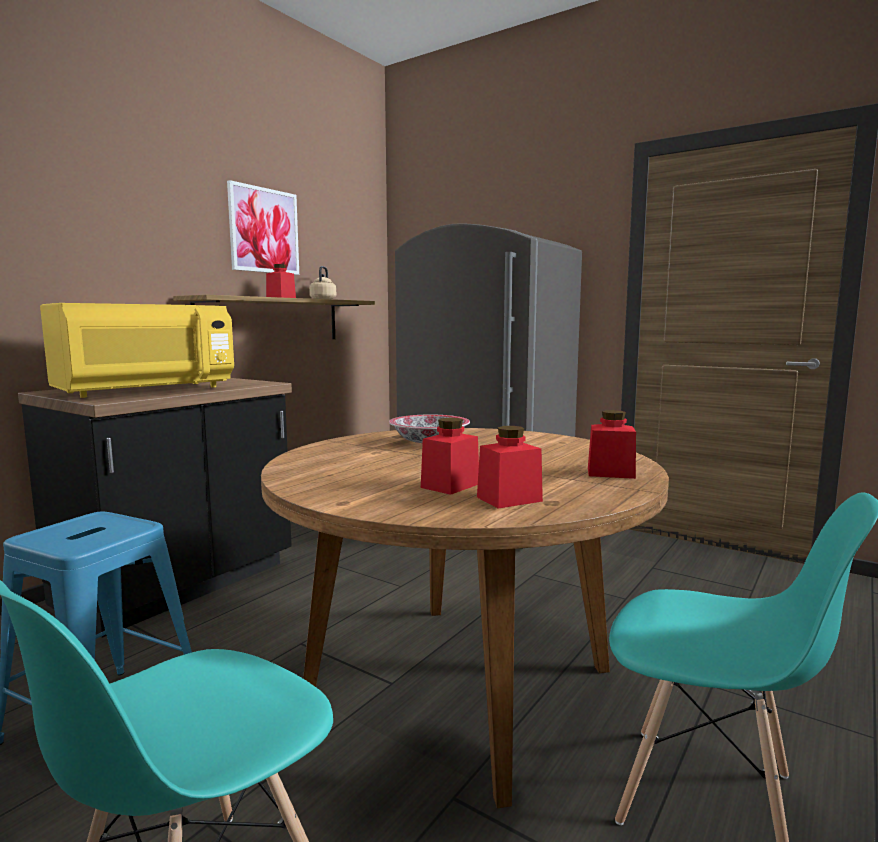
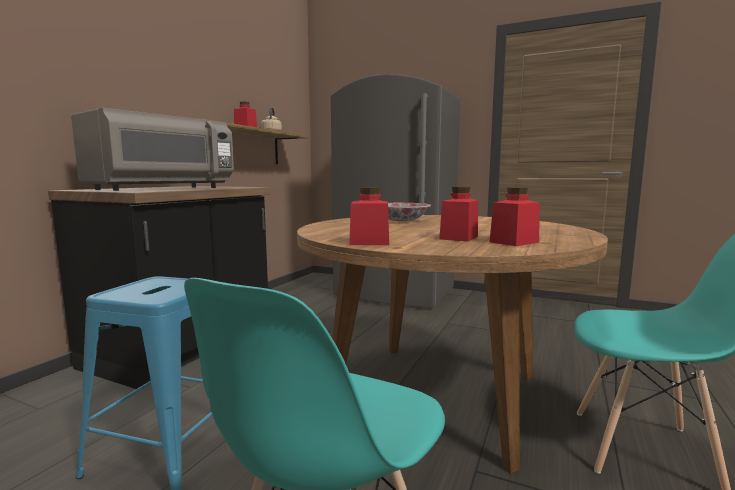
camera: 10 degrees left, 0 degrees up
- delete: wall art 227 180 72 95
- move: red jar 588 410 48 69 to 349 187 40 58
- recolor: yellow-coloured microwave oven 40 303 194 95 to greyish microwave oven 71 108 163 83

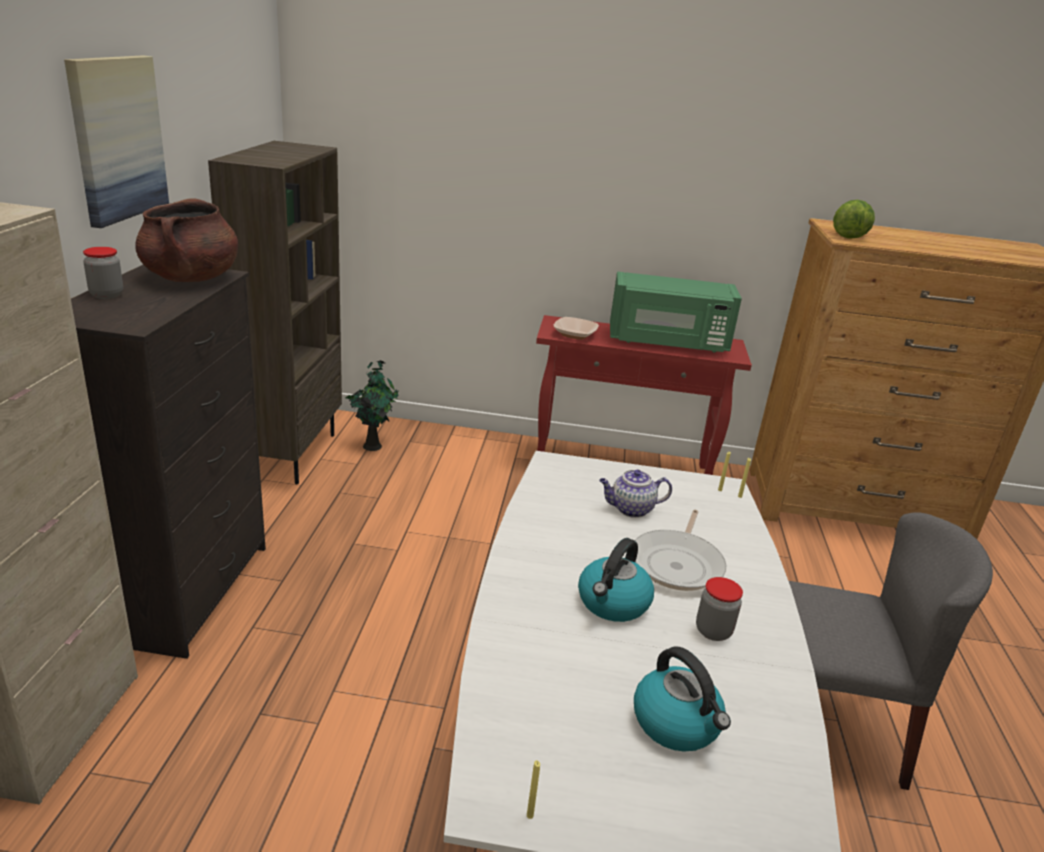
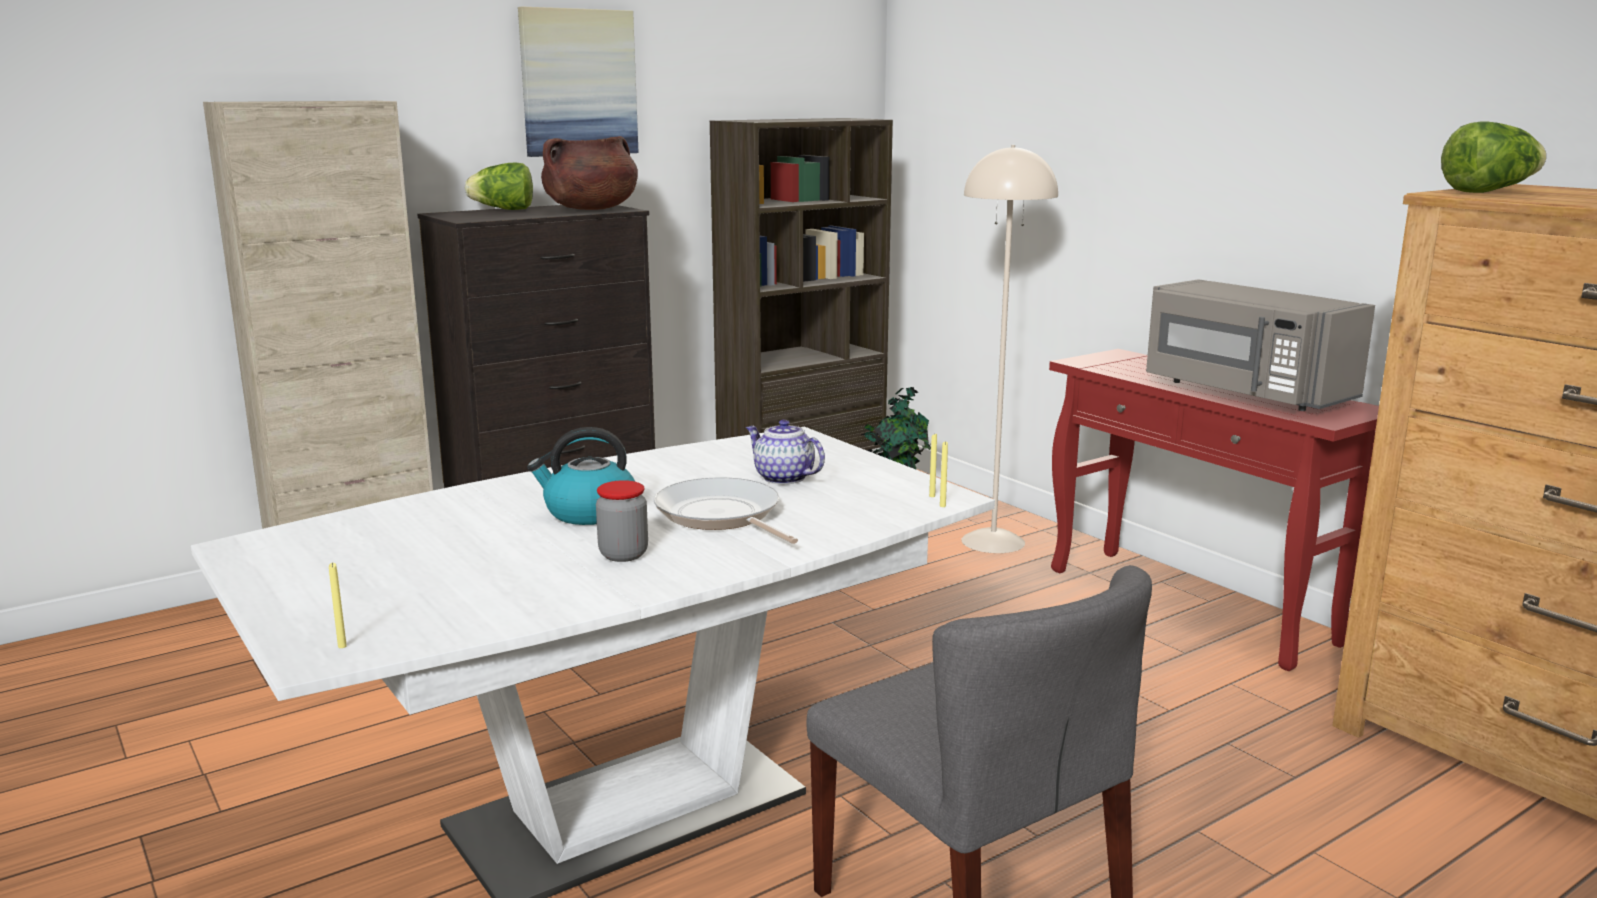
camera: 50 degrees right, 10 degrees down
- delete: serving bowl 554 317 45 23
- delete: water kettle 634 646 97 105
- insert: beige-coloured standing lamp 962 145 96 408
- move: yellow-coloured candle 527 760 13 59 to 329 563 18 85
- replace: jar 83 247 40 52 to lettuce head 465 163 68 47
- recolor: green-coloured microwave oven 610 272 132 81 to greyish microwave oven 1146 279 229 132
- rotate: frying pan 635 510 92 81 = 654 477 144 67 75 degrees clockwise

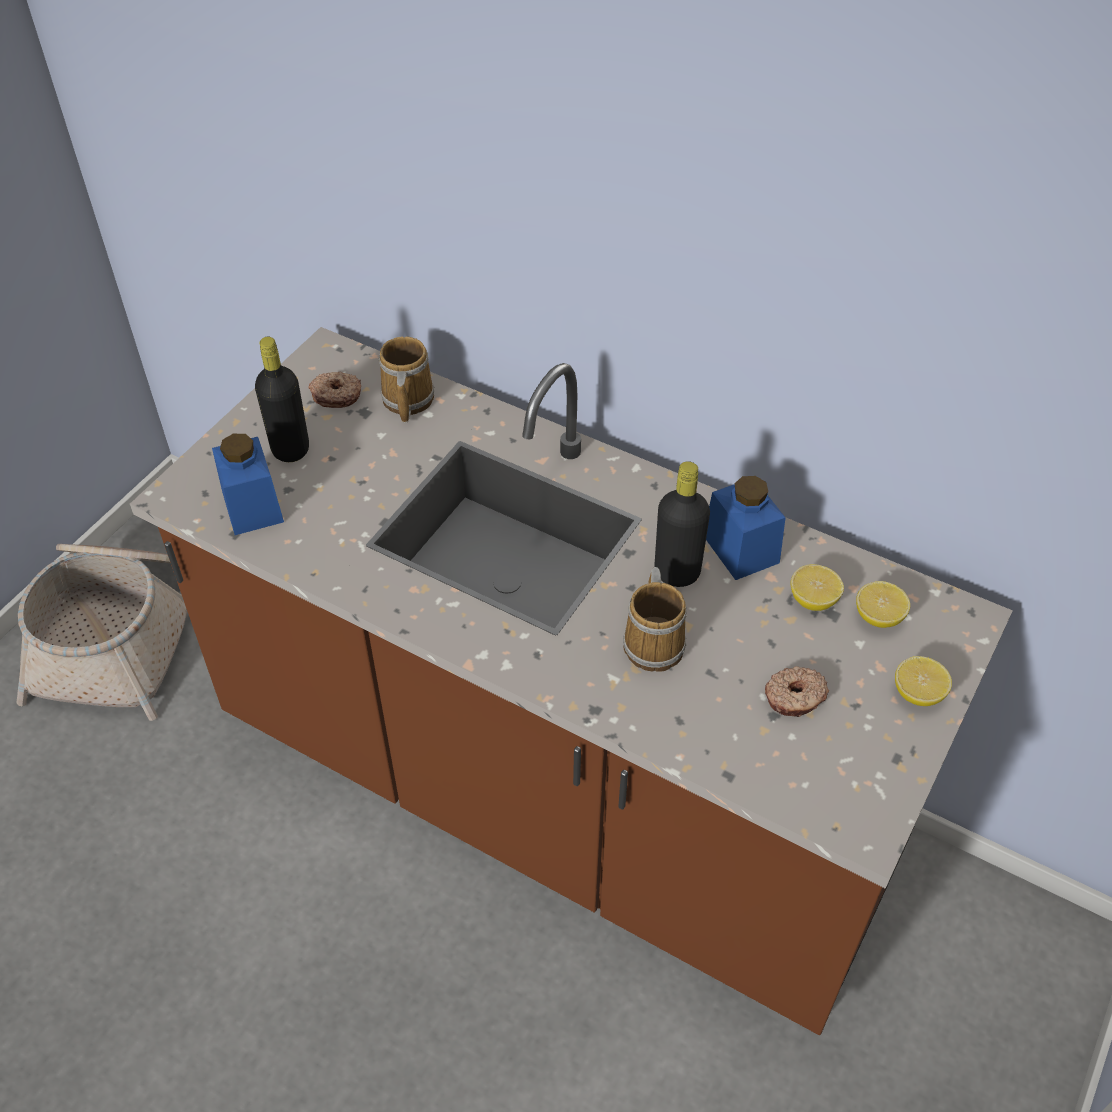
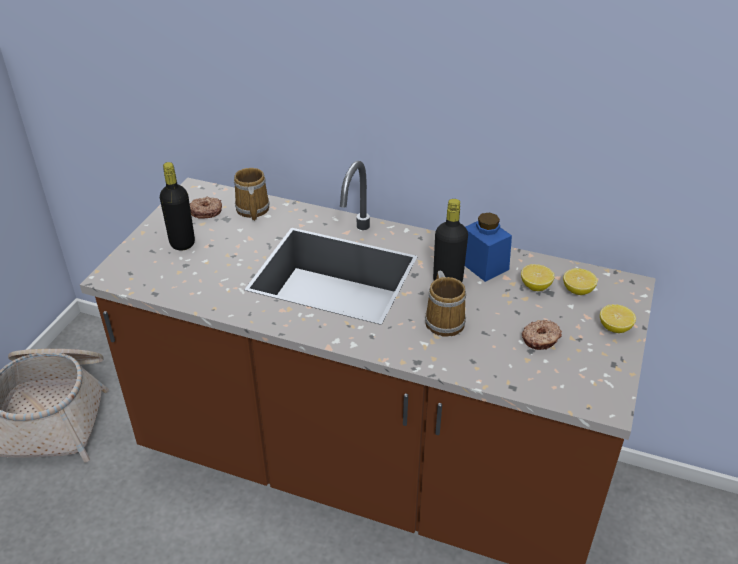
camera: 10 degrees left, 10 degrees down
- delete: blue jar 212 434 72 101

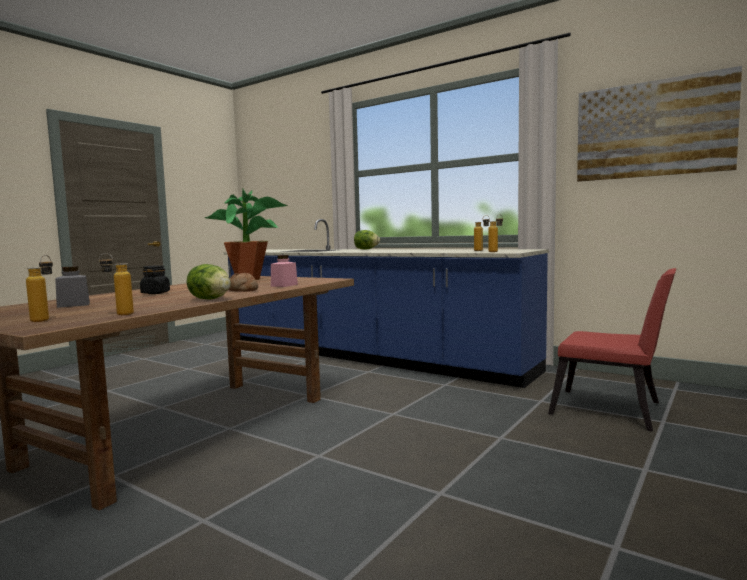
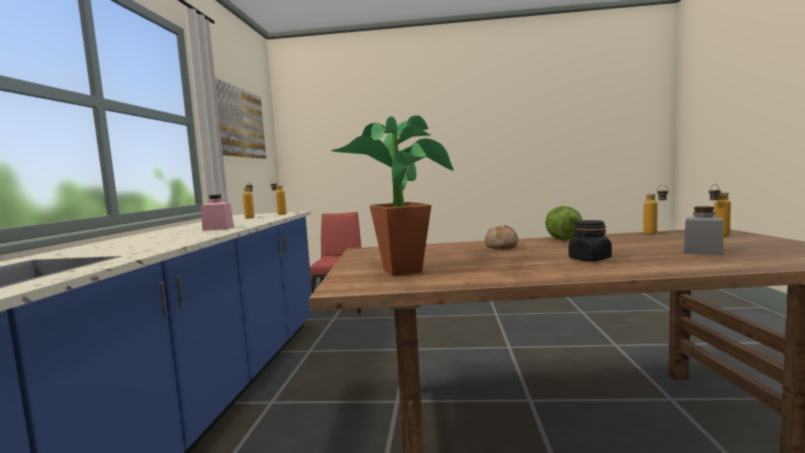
camera: 120 degrees left, 0 degrees up
- delete: lettuce head 354 230 26 20
- move: pink jar 271 255 27 32 to 201 195 33 36

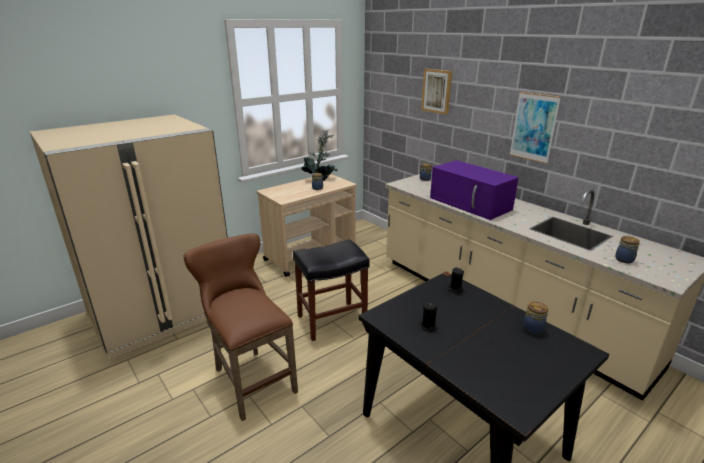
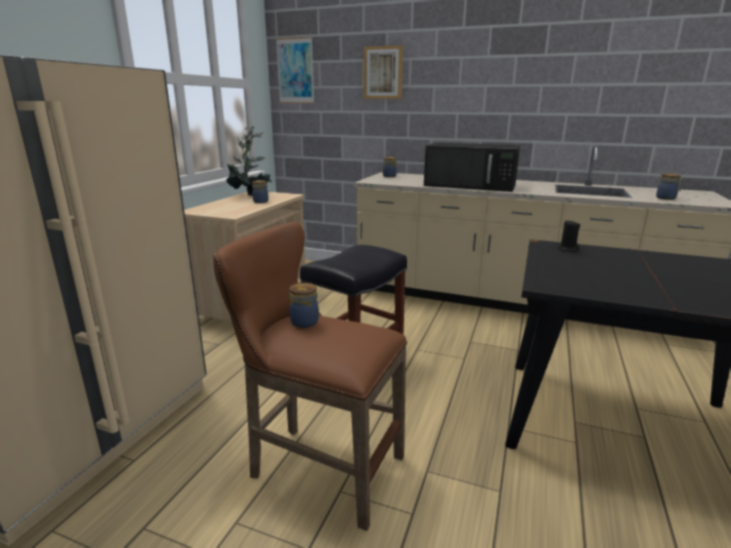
camera: 30 degrees left, 5 degrees down
- delete: black candle 420 302 18 30
- move: wall art 509 92 52 72 to 276 37 38 66
- move: jar 523 301 25 34 to 289 283 30 45
- recolor: purple-coloured microwave oven 430 160 89 60 to black microwave oven 424 142 96 50

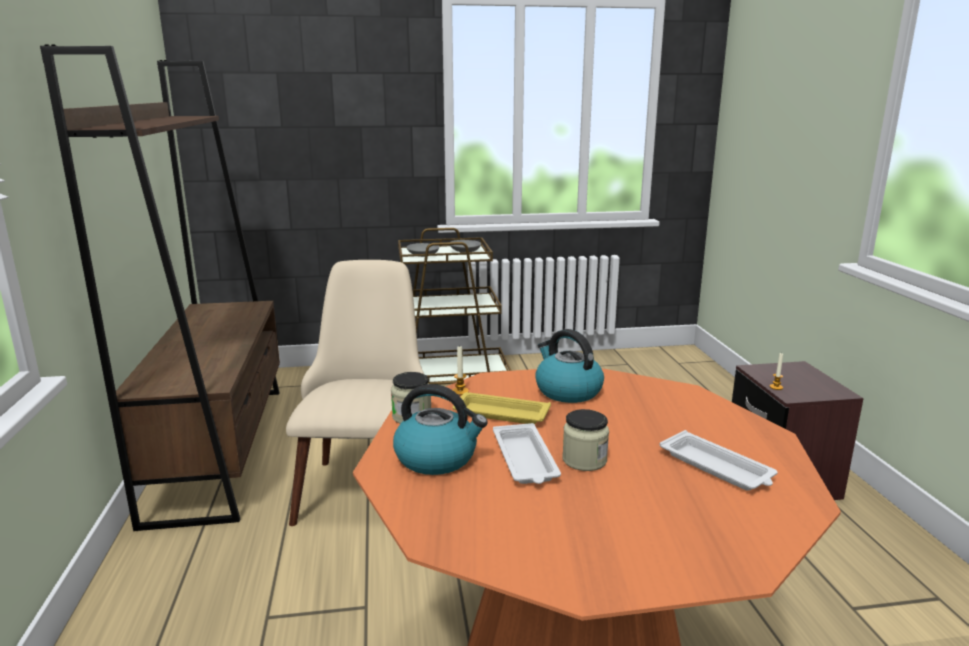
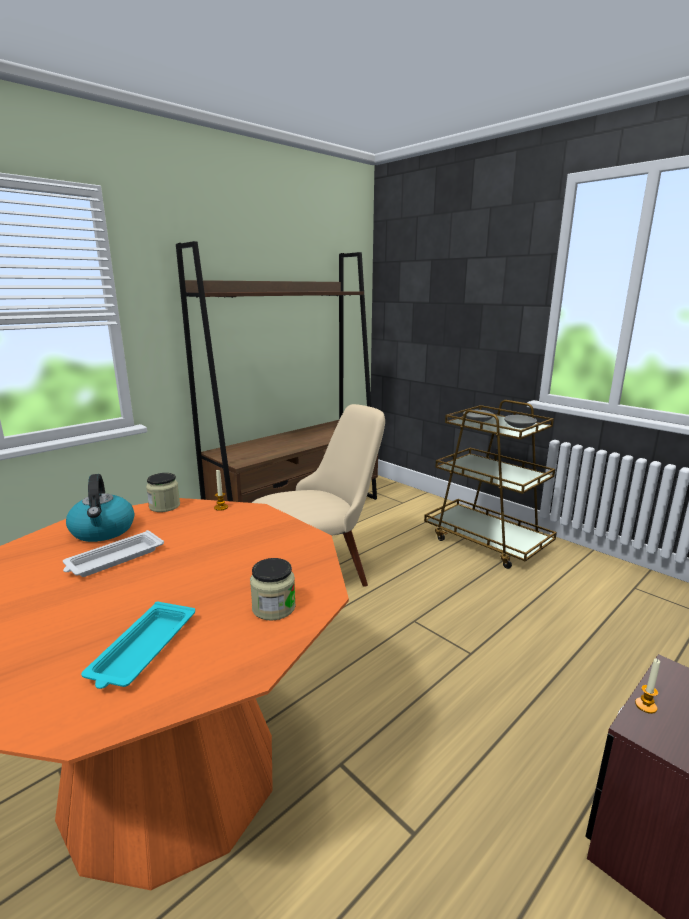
camera: 55 degrees right, 0 degrees up
- delete: yellow-coloured tray 453 392 98 32
- delete: water kettle 535 329 69 74
- move: jar 562 409 47 62 to 250 558 46 63
- recolor: white tray 660 430 118 61 to turquoise tray 81 601 114 88

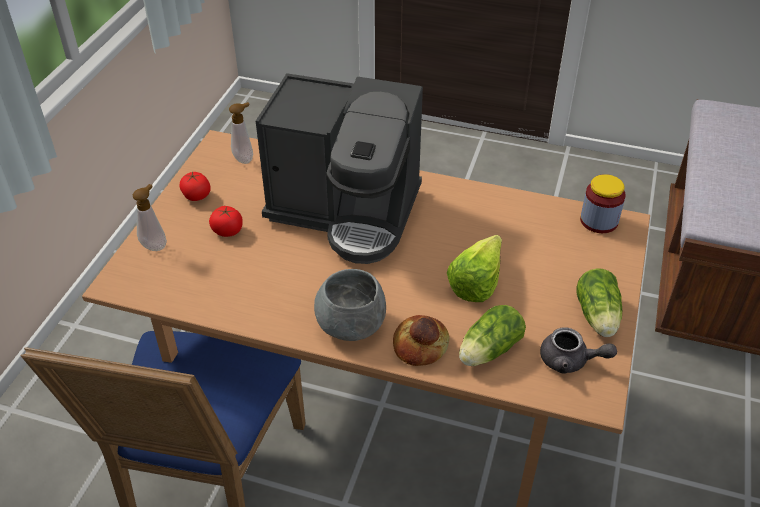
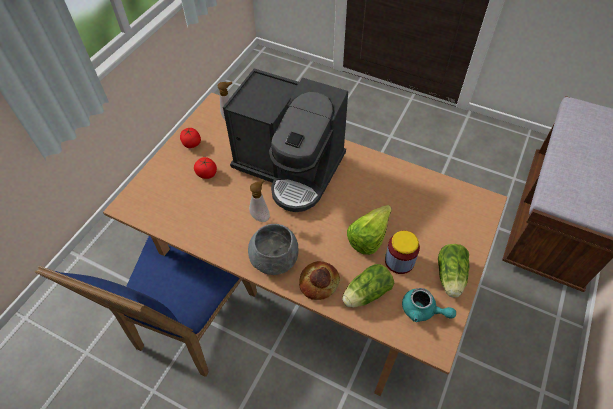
camera: 10 degrees right, 10 degrees up
- move: liquid soap bottle 133 184 34 67 to 249 179 21 43
- move: jar 580 174 46 59 to 385 231 35 43
- recolor: greyish teapot 540 327 77 47 to turquoise teapot 402 288 54 34

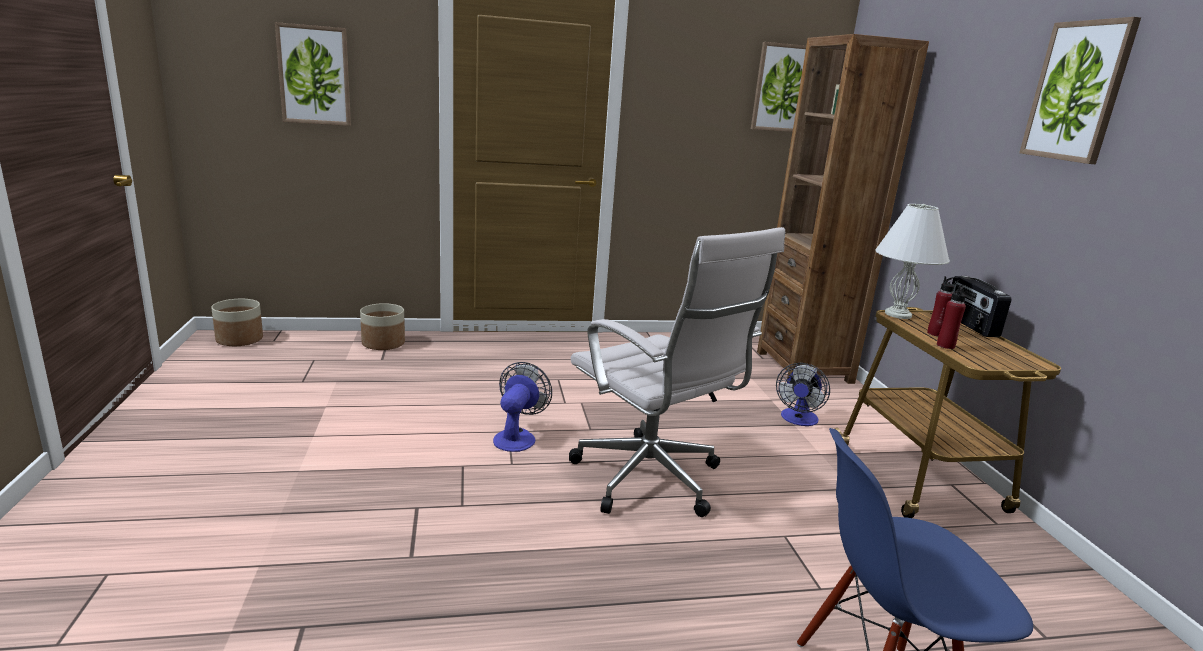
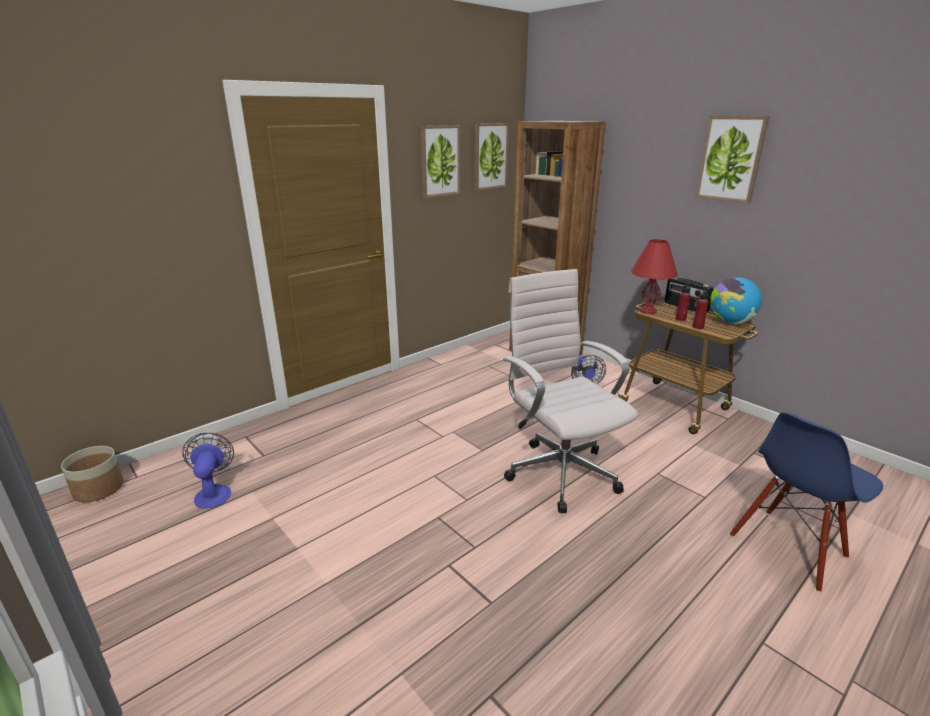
camera: 30 degrees left, 5 degrees up
- delete: planter 360 303 45 47
- insert: world globe 710 277 52 47
- move: wall art 275 22 76 104 to 421 125 39 73
- move: cooling fan 493 362 59 90 to 182 433 52 76
- recolor: white table lamp 875 204 75 115 to red table lamp 631 239 47 75
- rotate: white office chair 569 227 216 290 = 503 269 135 244 135 degrees counterclockwise

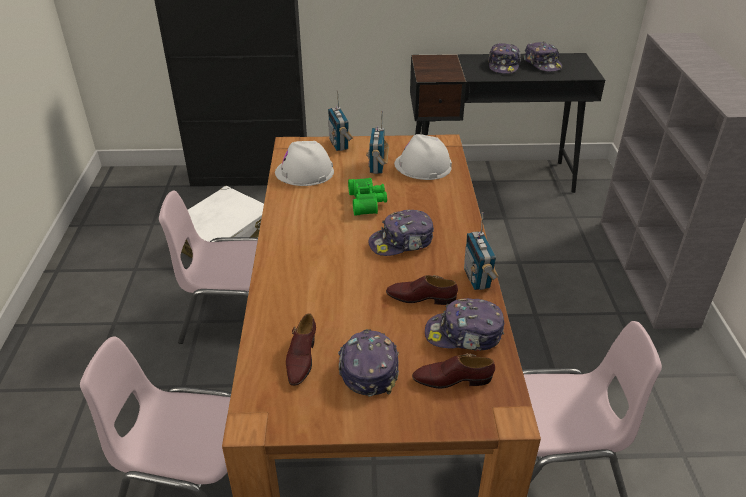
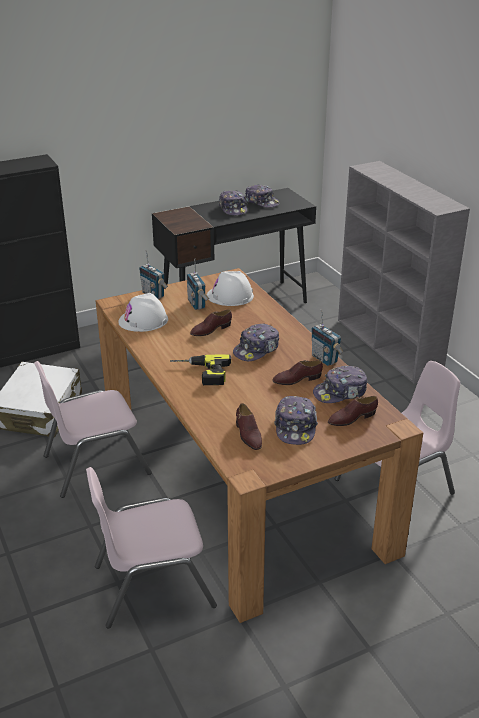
camera: 25 degrees left, 5 degrees down
- insert: power drill 170 354 61 31
- replace: green-coloured pair of binoculars 348 178 39 38 to brownish shoe 190 309 42 27
- rotate: baseball cap 338 329 61 68 = 274 396 44 49 150 degrees counterclockwise

